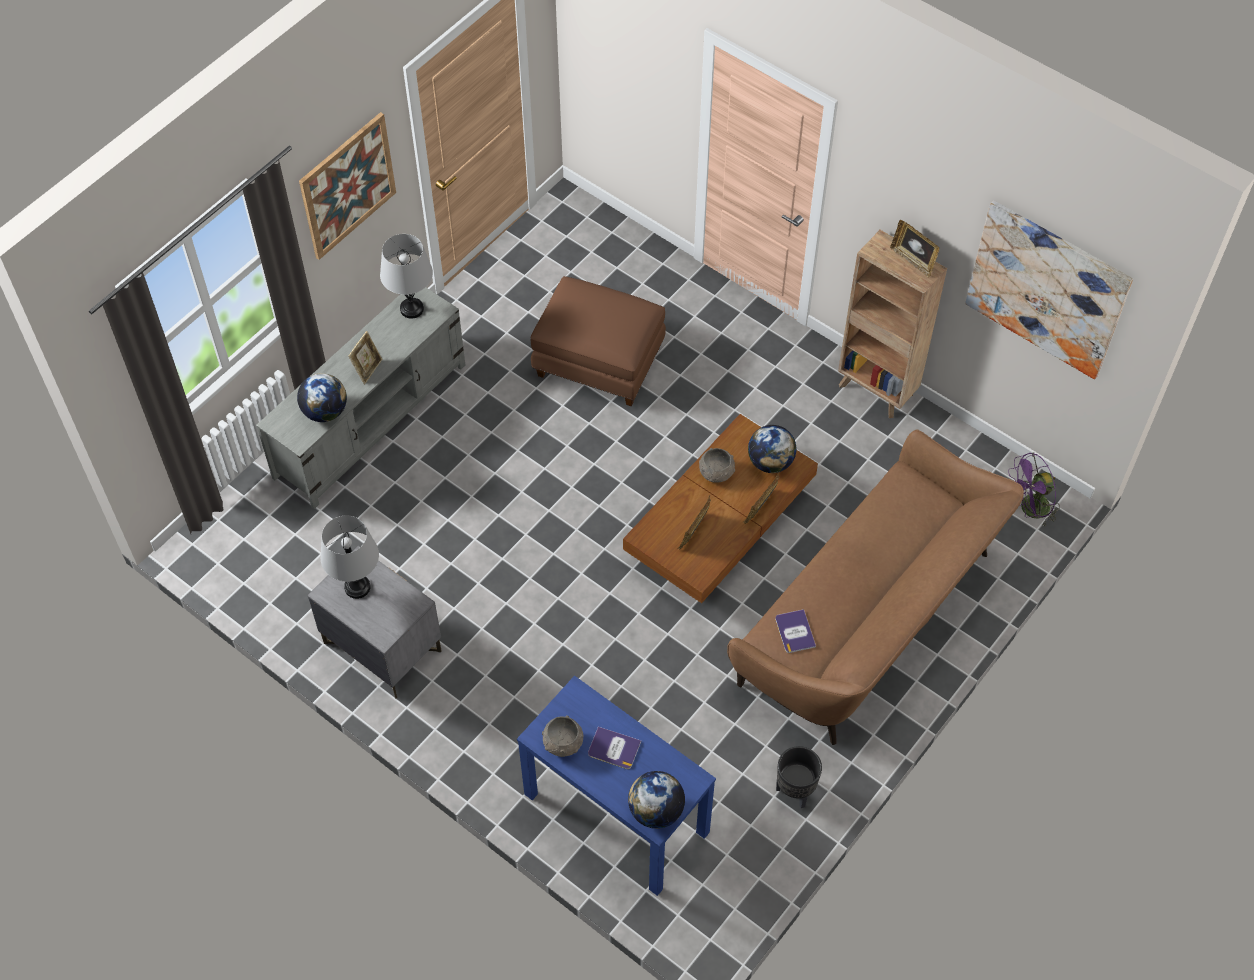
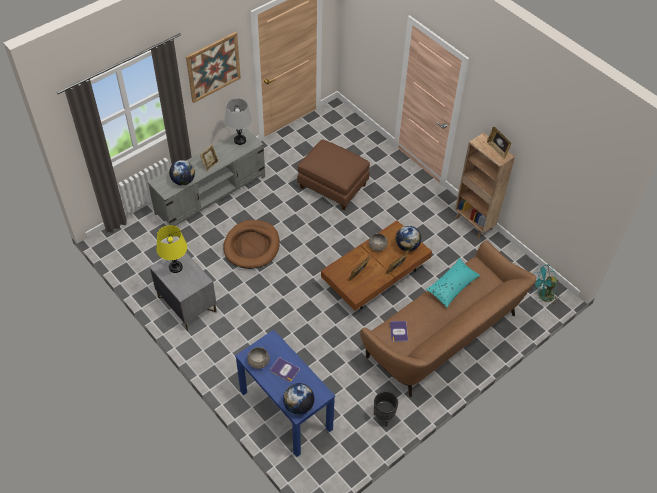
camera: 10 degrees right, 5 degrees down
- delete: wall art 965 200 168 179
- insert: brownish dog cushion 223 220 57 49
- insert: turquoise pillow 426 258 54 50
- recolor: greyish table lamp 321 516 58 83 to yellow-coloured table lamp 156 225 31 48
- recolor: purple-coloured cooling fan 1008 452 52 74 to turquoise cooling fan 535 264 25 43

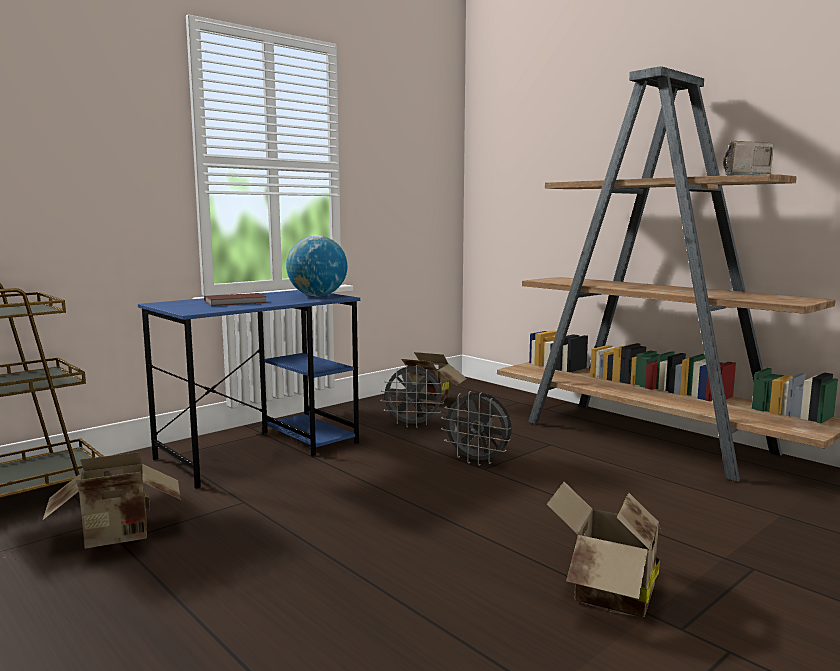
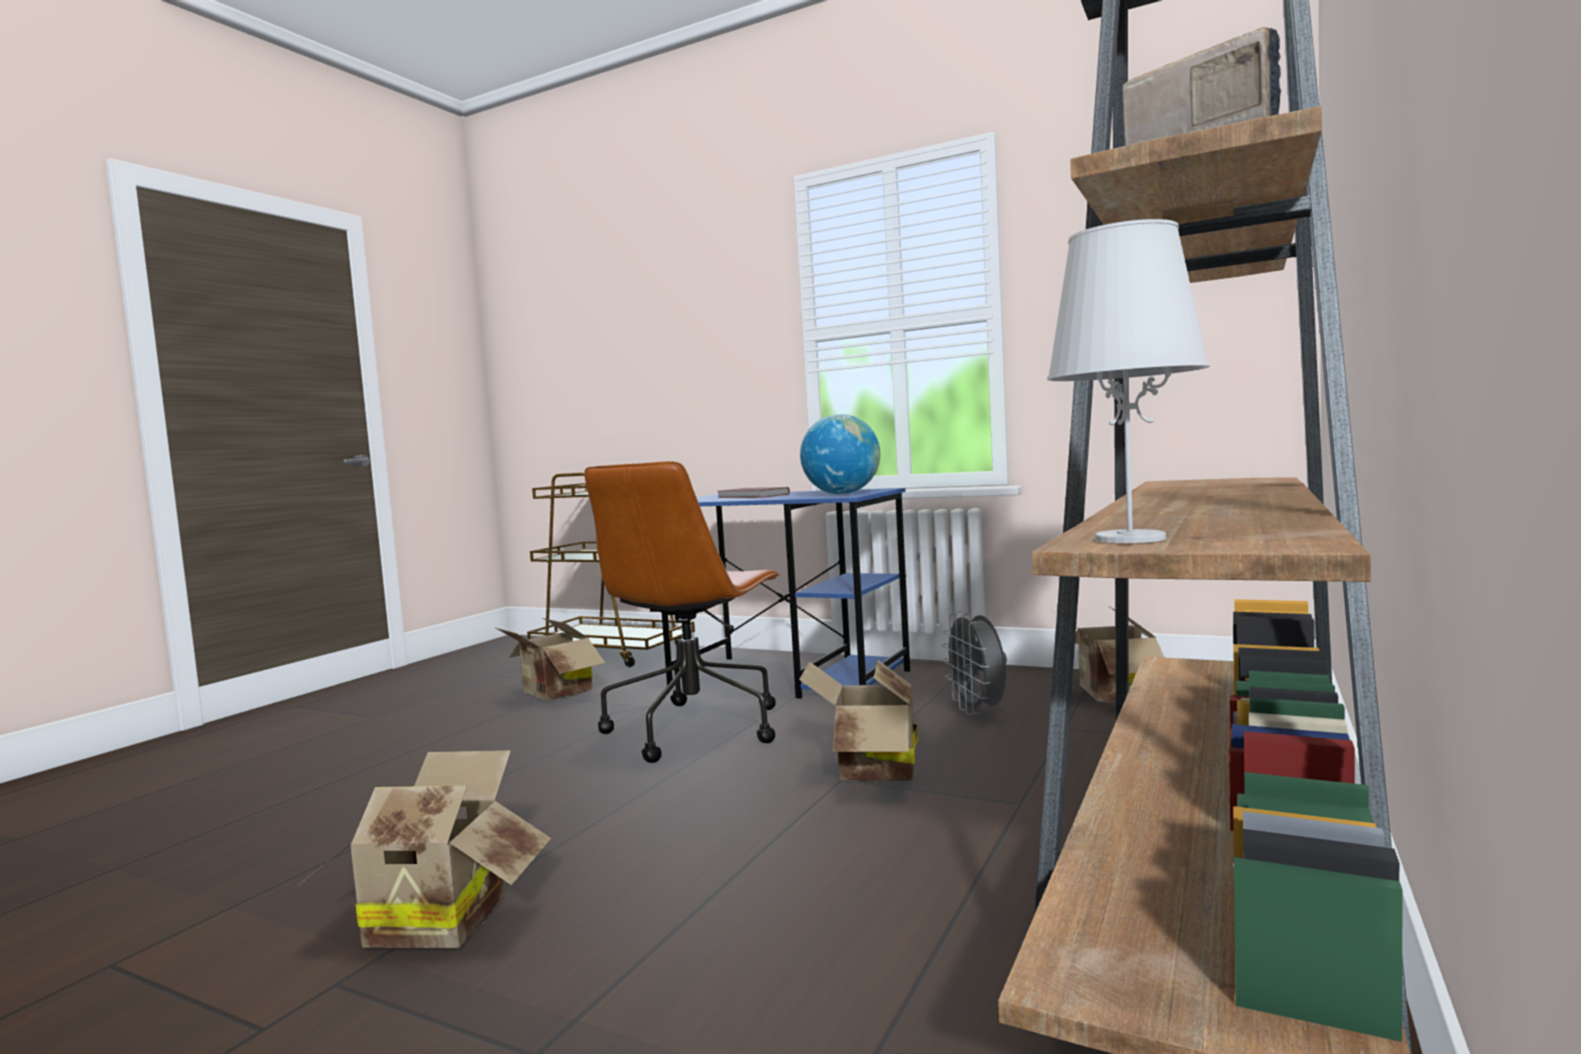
camera: 70 degrees right, 5 degrees down
- insert: brownish office chair 584 461 196 302
- insert: white table lamp 1047 219 163 324
- replace: greyish cooling fan 441 391 71 75 to packing box 799 660 119 124

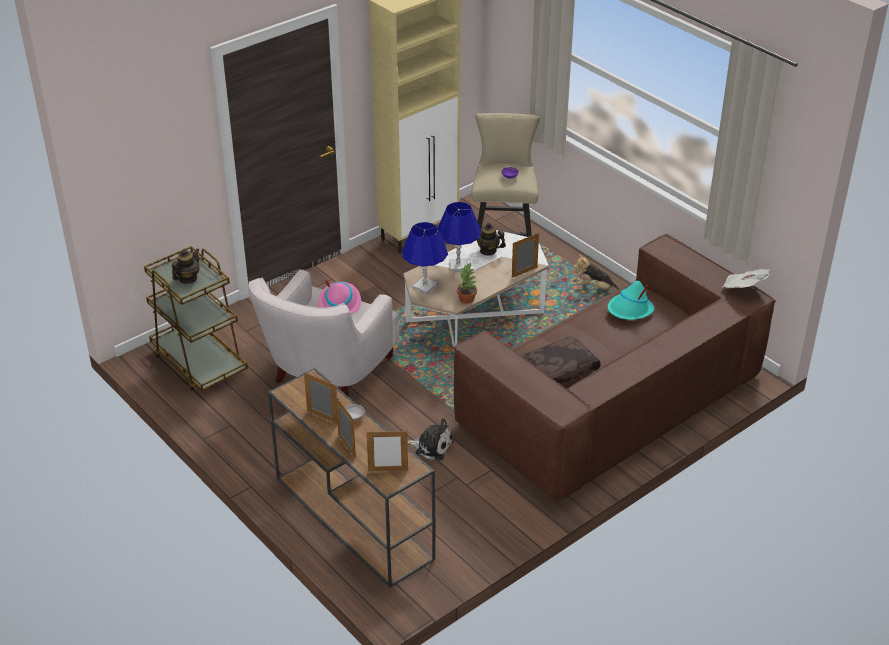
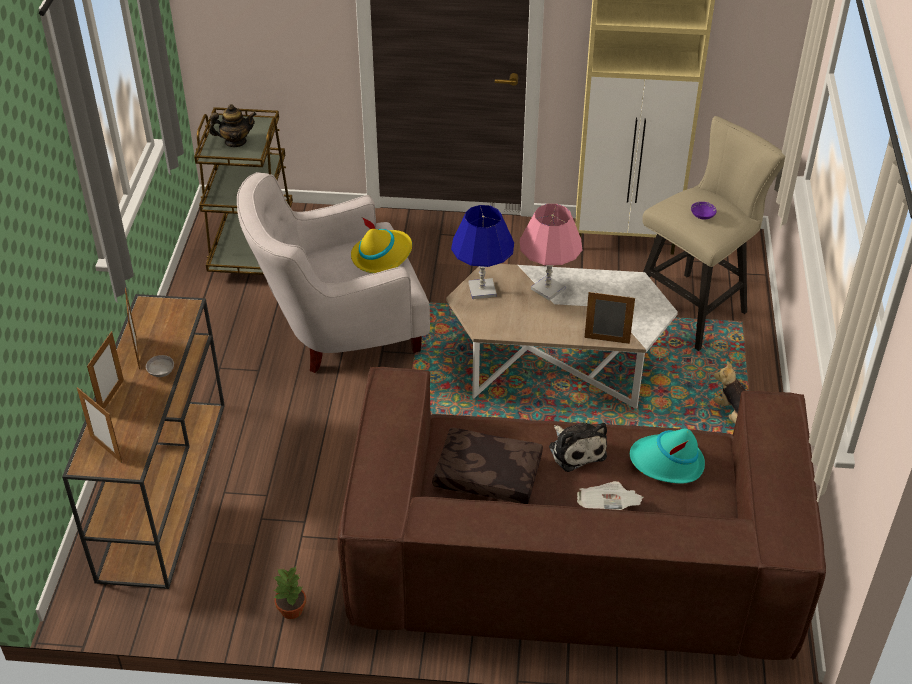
camera: 45 degrees right, 5 degrees up
- delete: teapot 477 223 29 33
- move: soft toy 408 418 46 42 to 549 423 58 49
- move: plant in a pot 457 263 20 41 to 273 567 33 52
- move: daily paper 722 269 48 19 to 577 481 66 29
- recolor: pink hat 318 280 43 34 to yellow-coloured hat 351 217 61 56
- recolor: blue table lamp 438 202 44 69 to pink table lamp 520 204 62 97

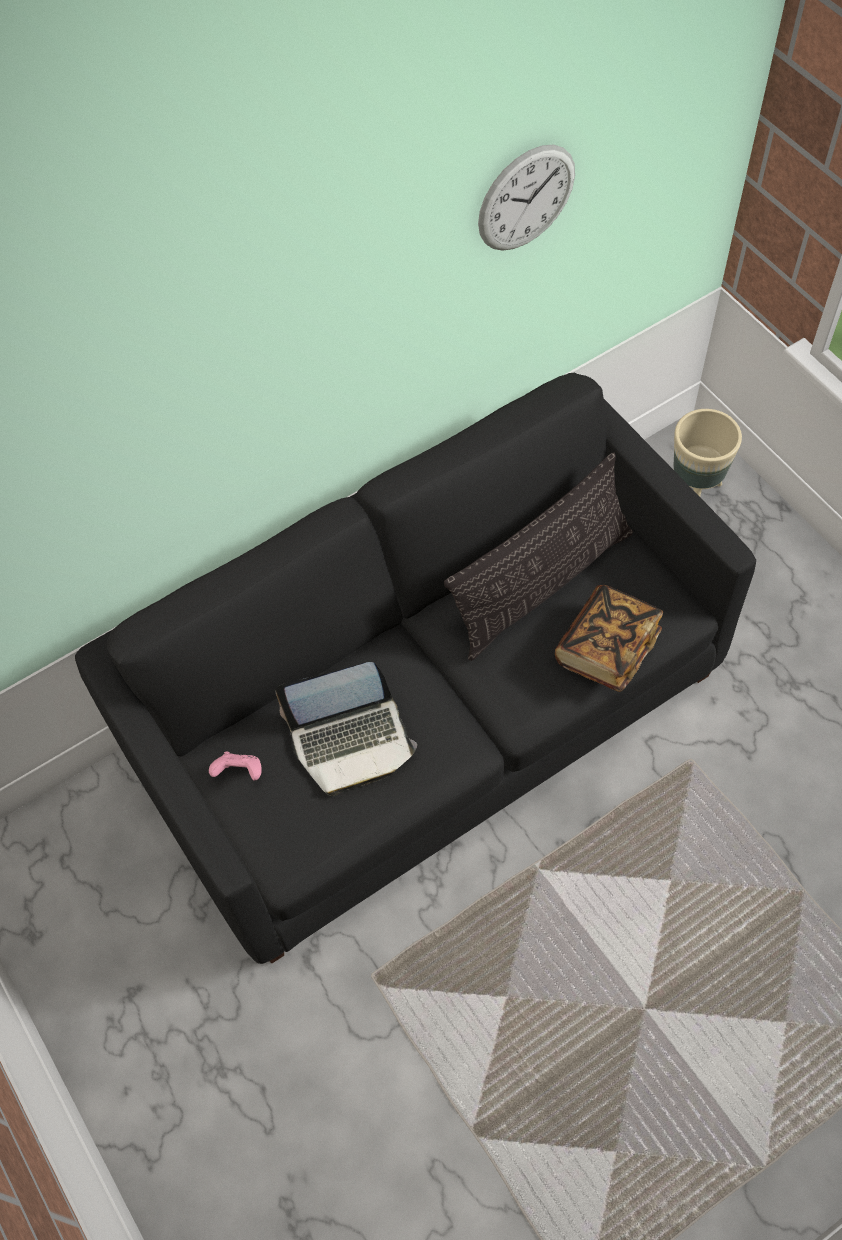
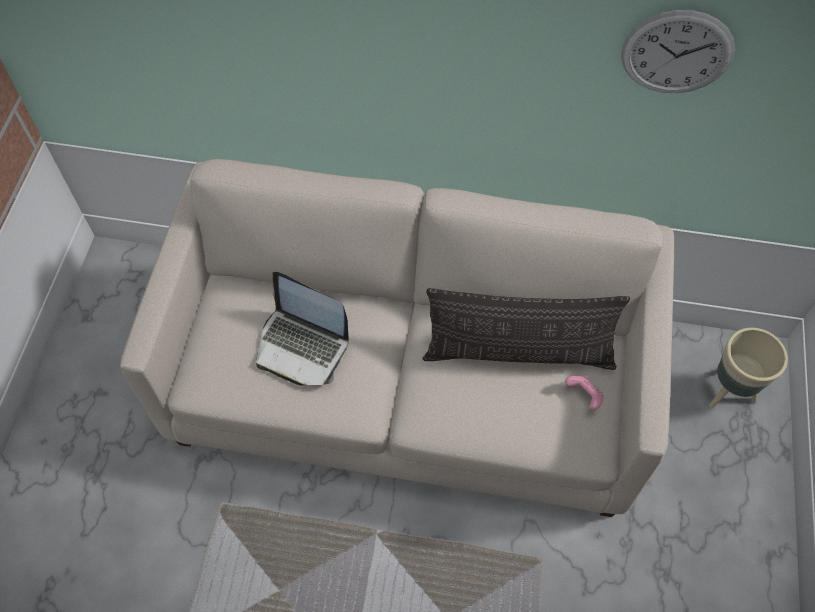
camera: 40 degrees right, 0 degrees up
- delete: bound book 555 585 108 107
- move: pink gamepad 209 752 53 28 to 565 375 39 35
- recolor: black sofa 75 373 681 591 to beige-coloured sofa 120 159 554 358

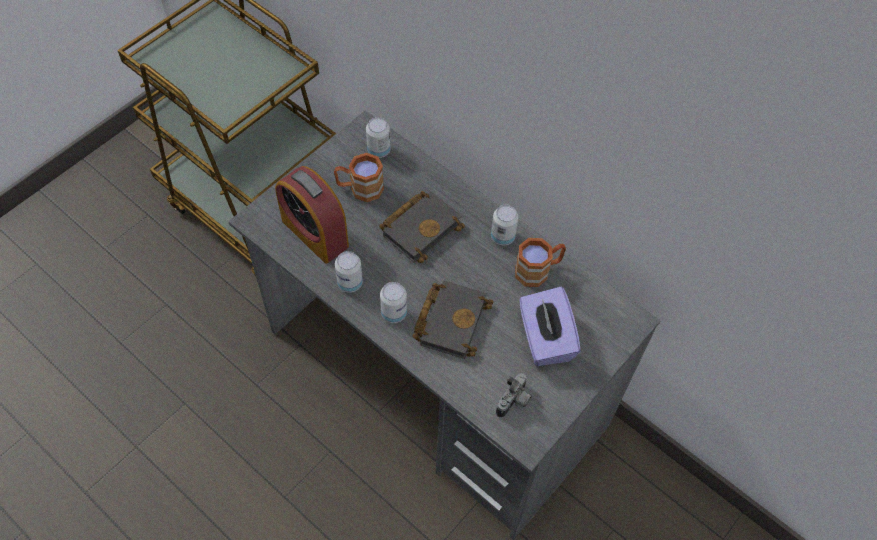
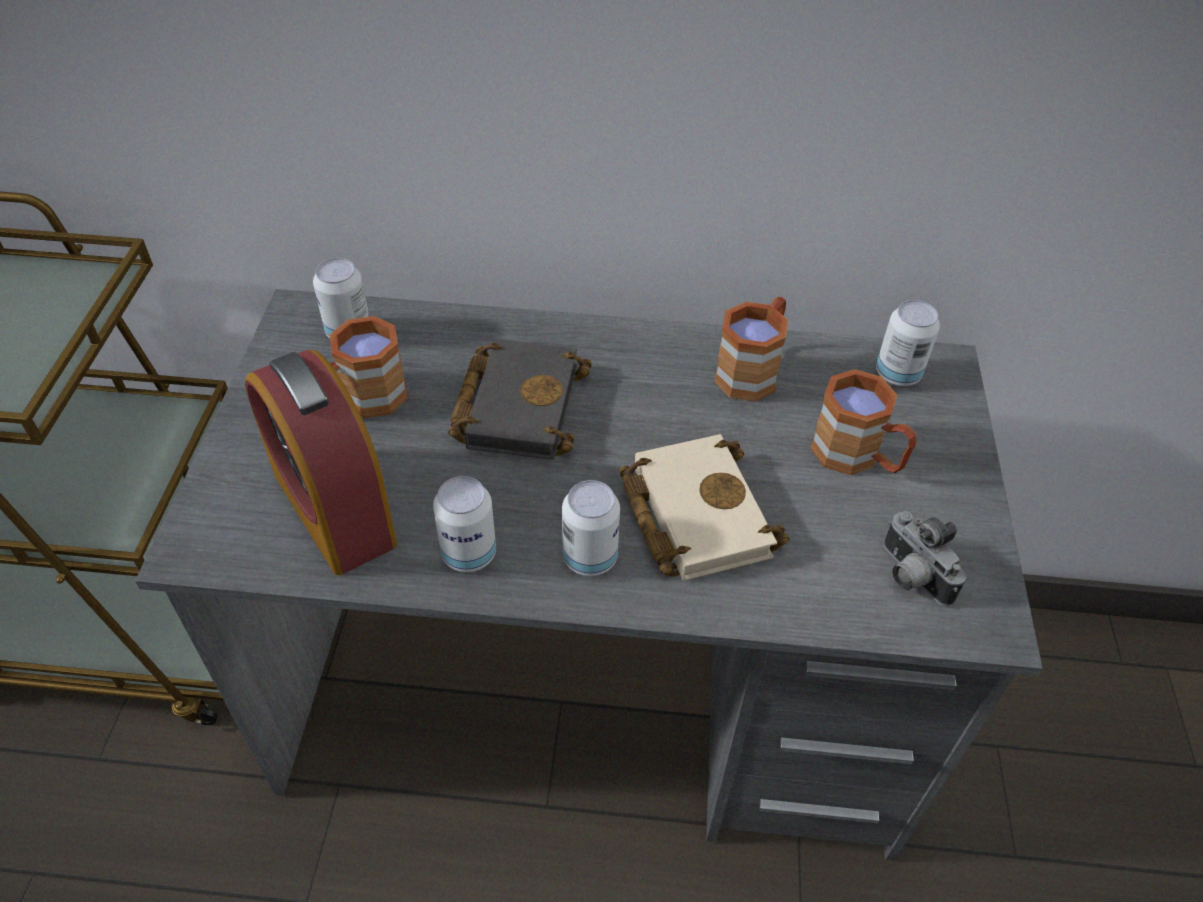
camera: 35 degrees left, 10 degrees down
- move: can 491 204 28 41 to 876 300 64 86
- replace: purple-coloured tissue holder 519 287 62 79 to brownish coffee mug 810 369 107 106
- recolor: black bound book 412 281 82 78 to beige-coloured bound book 619 434 170 147
- rotate: bedside clock 275 166 74 97 = 245 350 152 225 45 degrees clockwise
- rotate: still camera 496 373 36 45 = 884 511 82 95 150 degrees clockwise

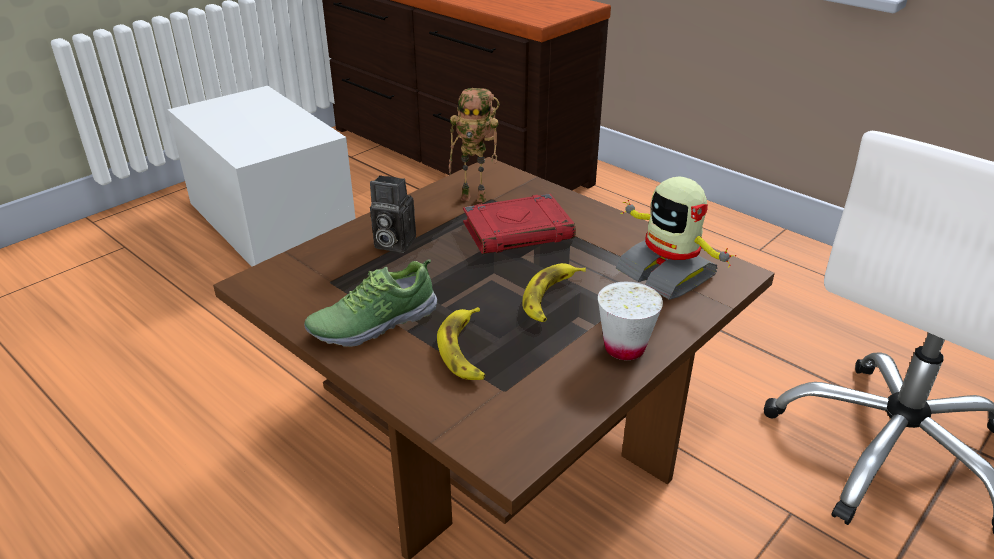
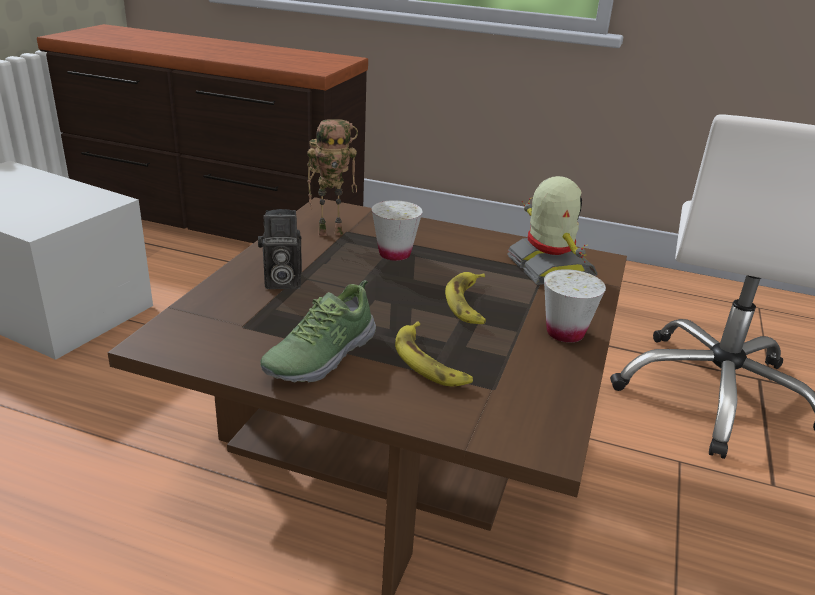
camera: 25 degrees left, 5 degrees down
- replace: red bound book 463 194 113 60 to white small cup 372 200 50 61
- rotate: toy robot 616 177 120 123 = 507 176 90 109 135 degrees counterclockwise

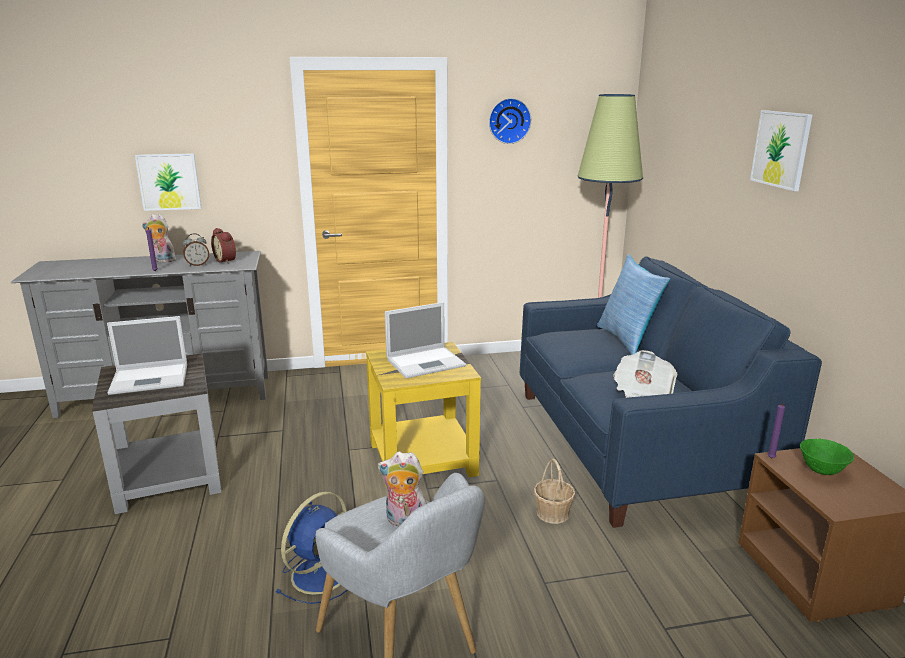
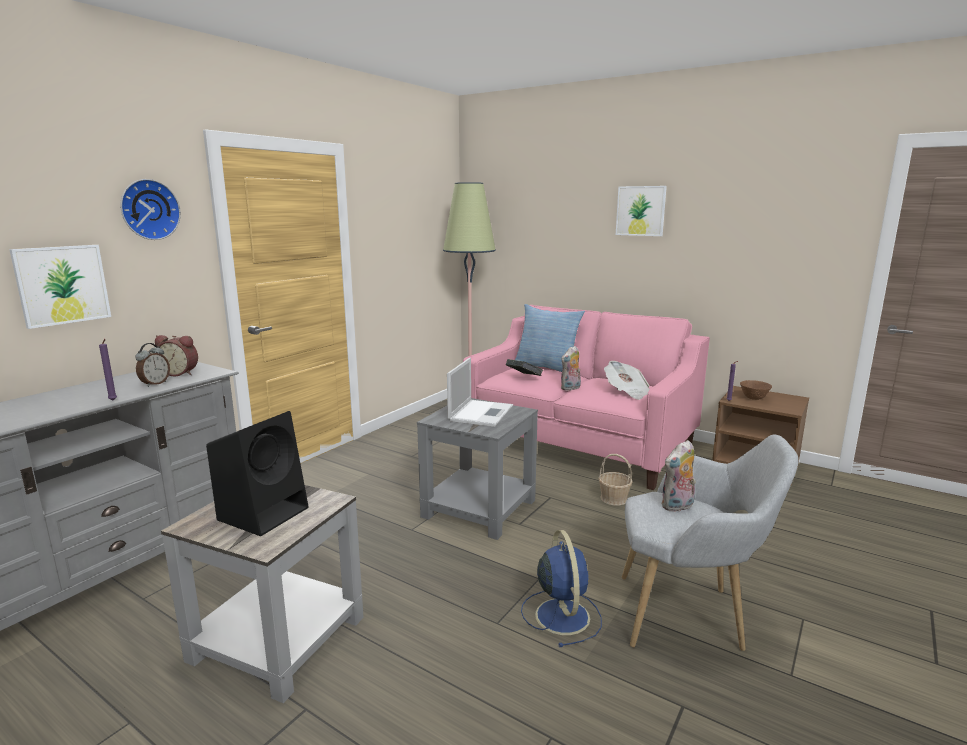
camera: 45 degrees left, 5 degrees down
- insert: bound book 506 359 37 17
- move: soft toy 142 214 37 49 to 561 346 20 45
- move: clock on the wall 489 98 42 46 to 120 179 61 61
- replace: laptop 107 316 80 79 to black speaker 206 411 103 125
- recolor: yellow-coloured side table 366 342 115 146 to greyish side table 417 398 121 142
- recolor: blue sofa 520 256 302 272 to pink sofa 463 305 247 185
- recolor: green-coloured serving bowl 800 439 54 36 to brownish serving bowl 740 380 32 20

